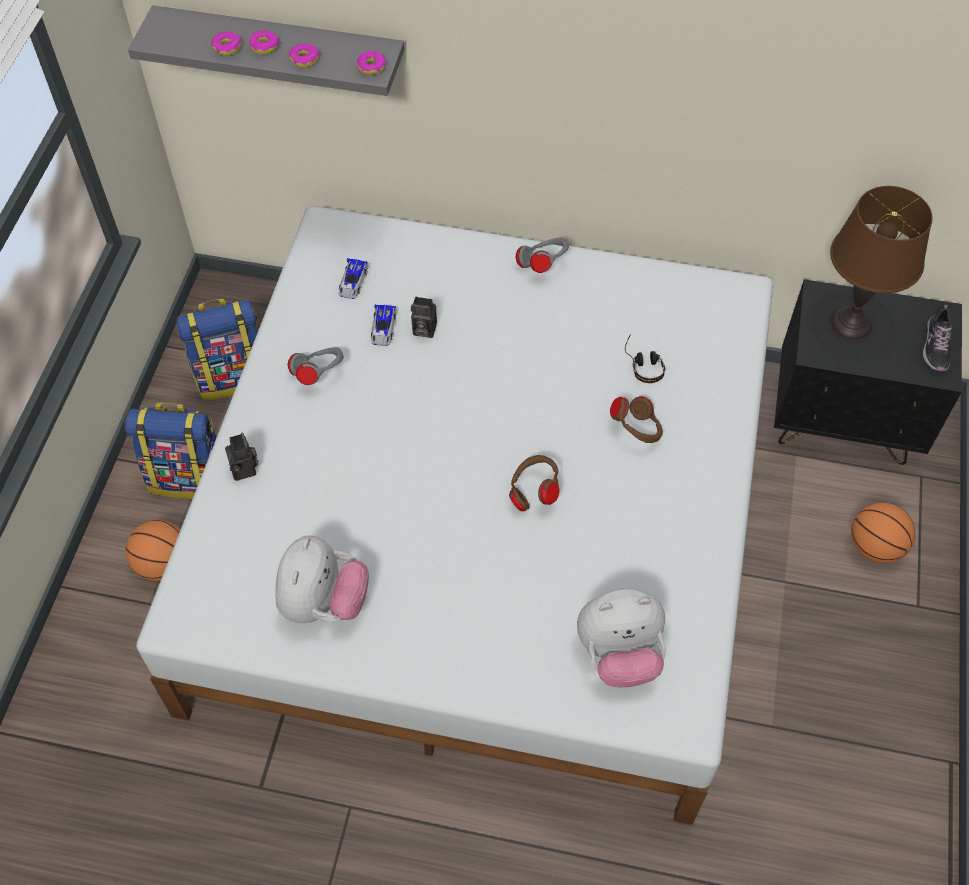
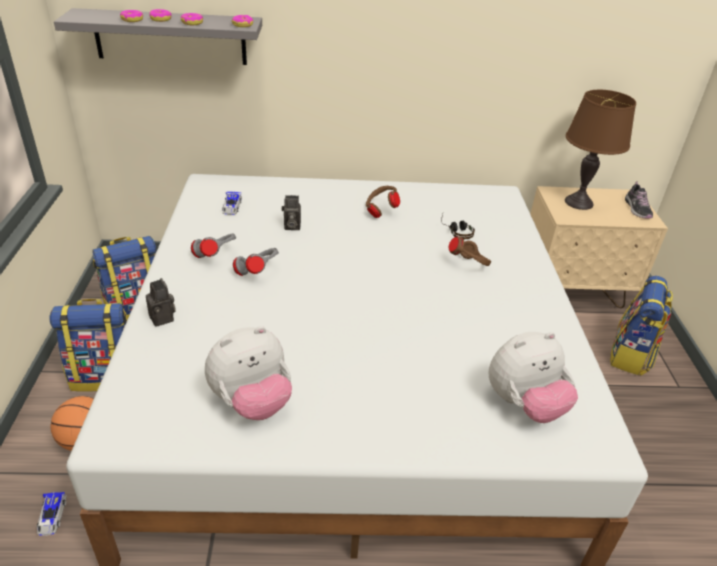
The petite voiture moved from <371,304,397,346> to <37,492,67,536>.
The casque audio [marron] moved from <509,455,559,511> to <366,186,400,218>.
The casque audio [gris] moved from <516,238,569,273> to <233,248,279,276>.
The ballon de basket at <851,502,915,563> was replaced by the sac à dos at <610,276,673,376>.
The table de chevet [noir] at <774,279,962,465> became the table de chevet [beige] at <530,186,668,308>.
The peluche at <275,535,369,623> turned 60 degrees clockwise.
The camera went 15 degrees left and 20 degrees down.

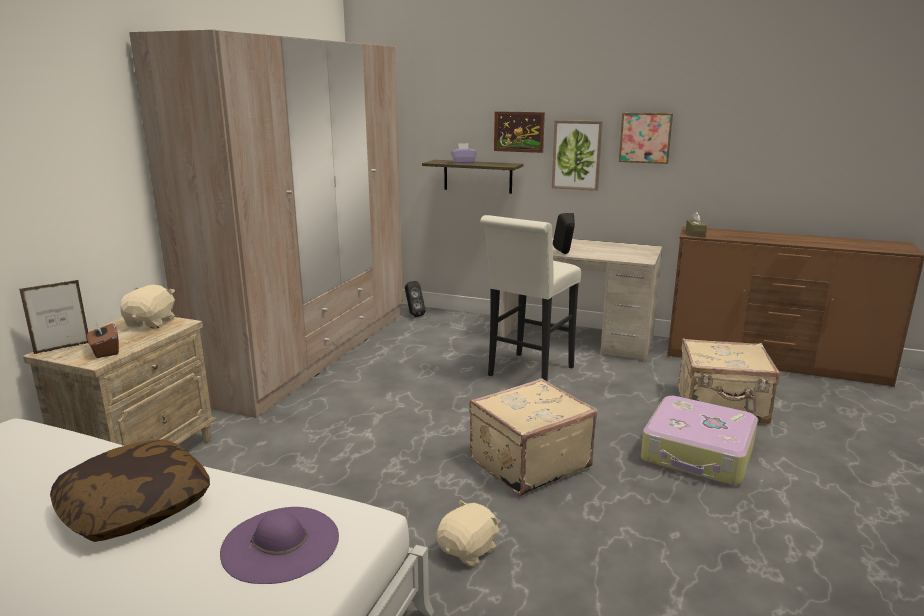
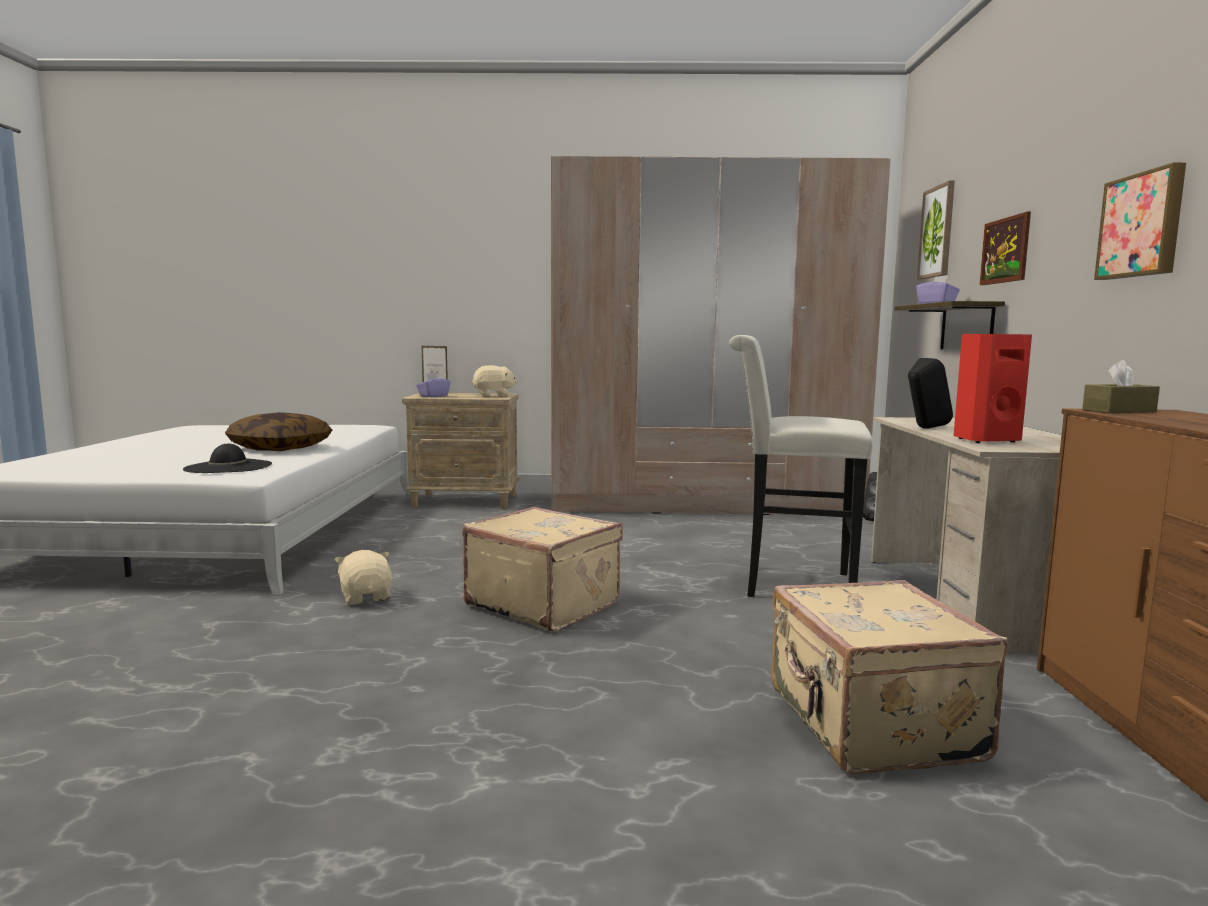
The valise at <641,396,758,486> disappeared.
The enceinte [rouge] at <954,334,1032,443> appeared.
The tableau moved from <552,120,603,191> to <917,180,955,279>.
The boîte à mouchoirs [marron] at <87,320,119,358> became the boîte à mouchoirs [violet] at <416,373,450,397>.
The chapeau [violet] at <220,507,339,584> became the chapeau [noir] at <183,444,272,473>.
The peluche [beige] at <436,500,501,566> turned 135 degrees counterclockwise.
The camera went 70 degrees right and 10 degrees down.

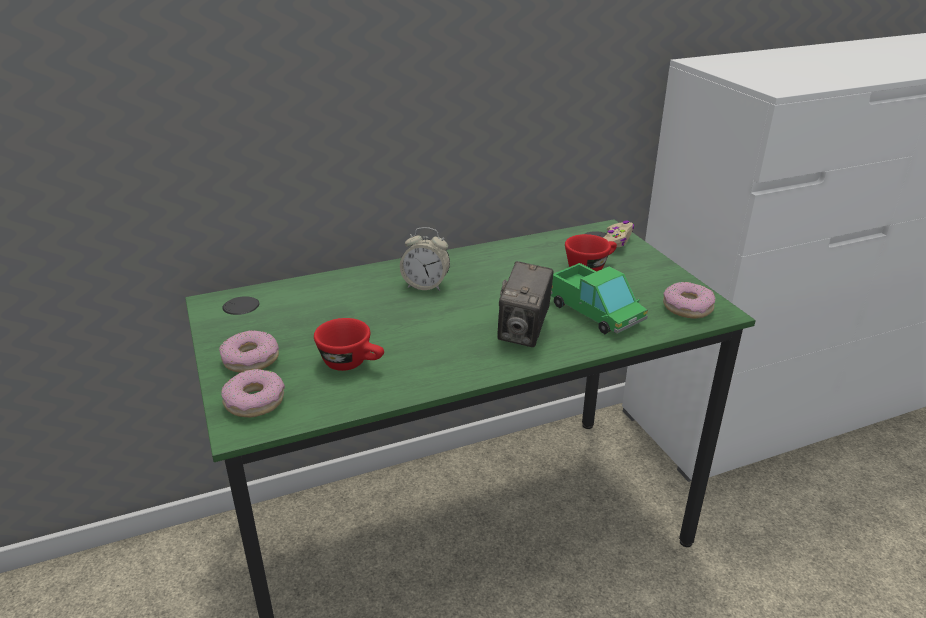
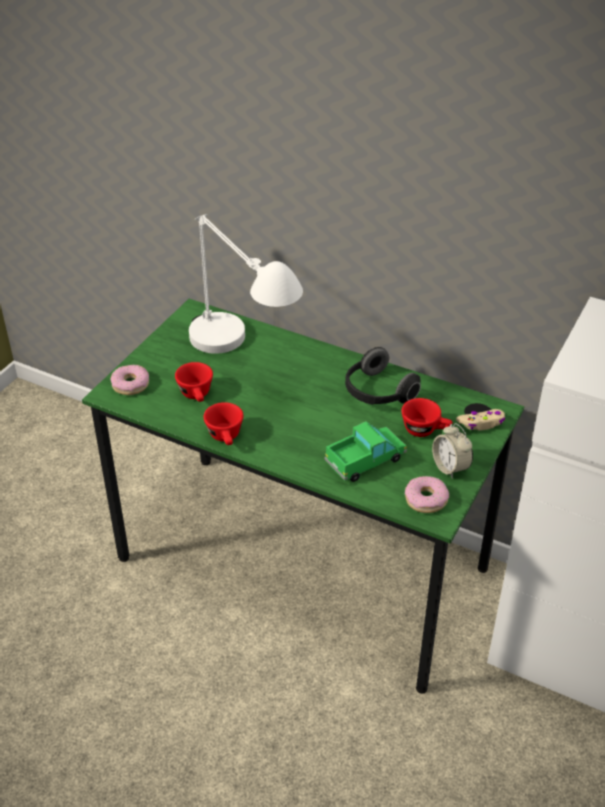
The beignet at <219,330,279,373> disappeared.
The appareil photo at <497,261,553,347> disappeared.
The lampe de table [blanc] at <189,214,303,354> appeared.
The tasse [rouge] at <204,402,243,445> appeared.
The casque audio at <345,347,421,405> appeared.
The réveil moved from <400,227,450,291> to <432,423,473,479>.
The camion jouet at <551,263,648,334> turned 135 degrees counterclockwise.
The camera went 50 degrees right and 10 degrees up.

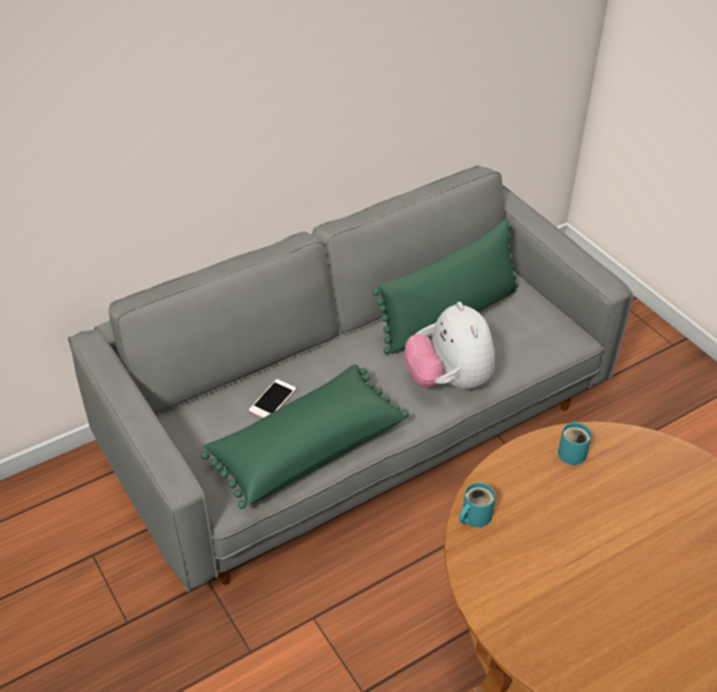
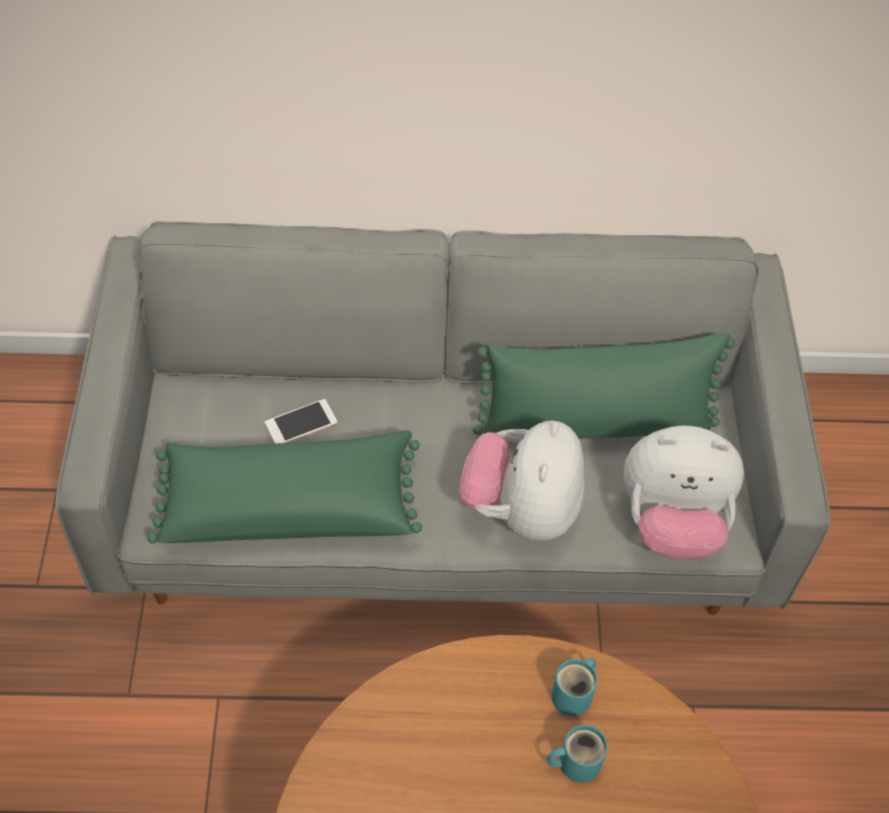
The peluche at <624,426,744,560> appeared.
The mug [turquoise] moved from <459,482,495,527> to <547,725,608,783>.
The camera went 30 degrees right and 10 degrees up.

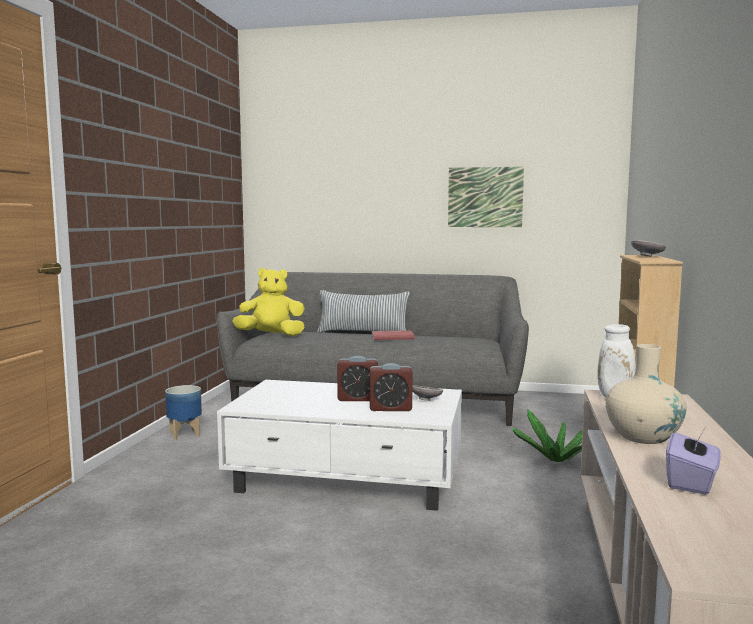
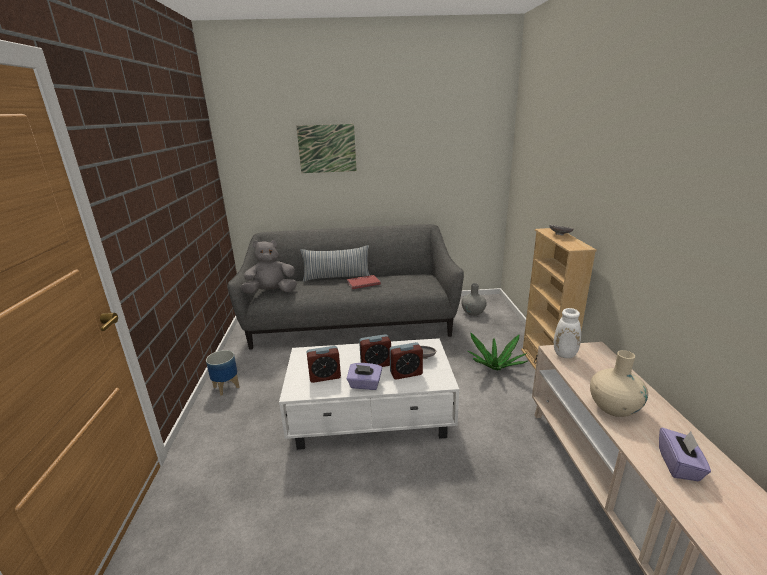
The réveil at <307,346,341,383> appeared.
The boîte à mouchoirs [violet] at <347,363,382,390> appeared.
The vase [gris] at <461,283,487,316> appeared.
The tableau moved from <448,167,524,227> to <296,124,357,173>.
The peluche [jaune] at <232,268,305,336> became the peluche [gris] at <240,240,297,293>.
The camera went 15 degrees left and 15 degrees up.

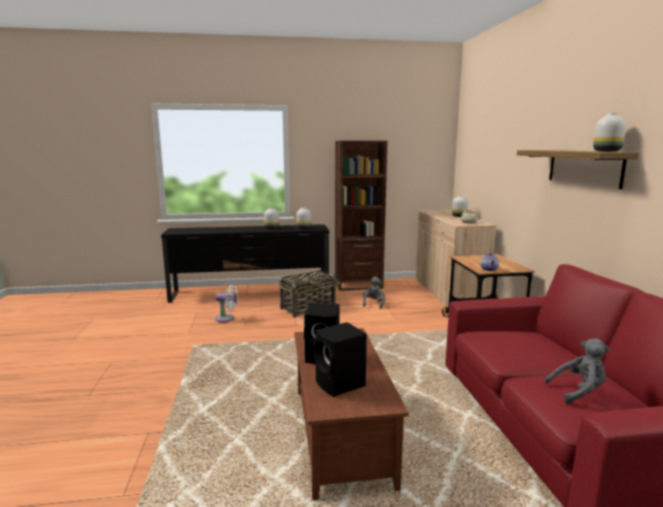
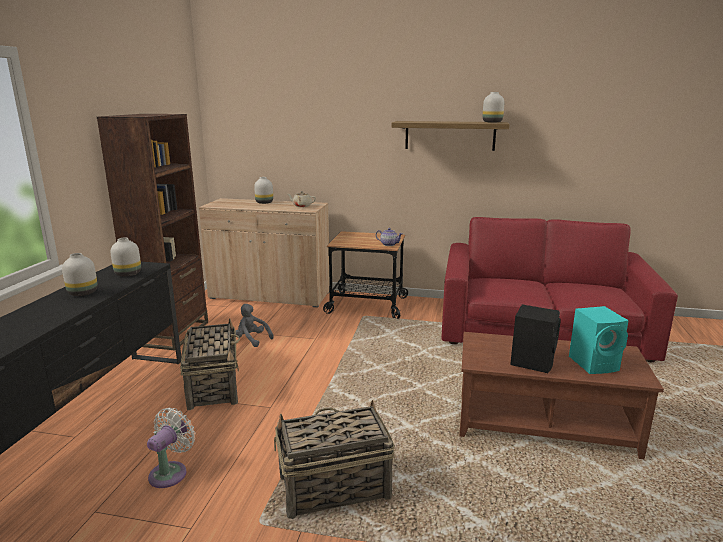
The peluche [gris] at <544,338,610,404> disappeared.
The panier at <274,400,395,519> appeared.
The enceinte [noir] at <313,322,367,397> became the enceinte [turquoise] at <569,306,629,374>.
The camera went 70 degrees left and 5 degrees up.

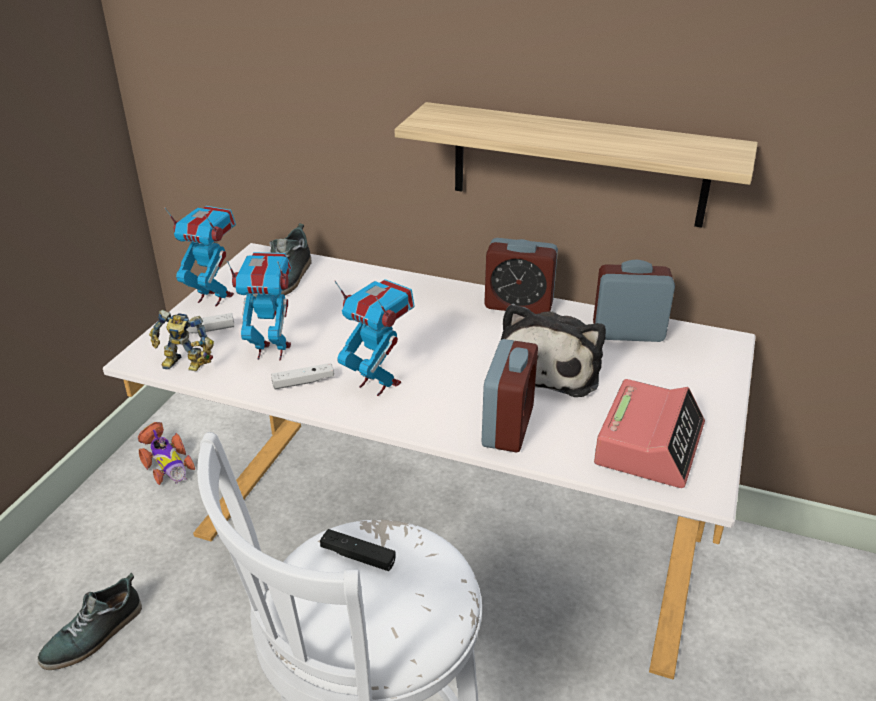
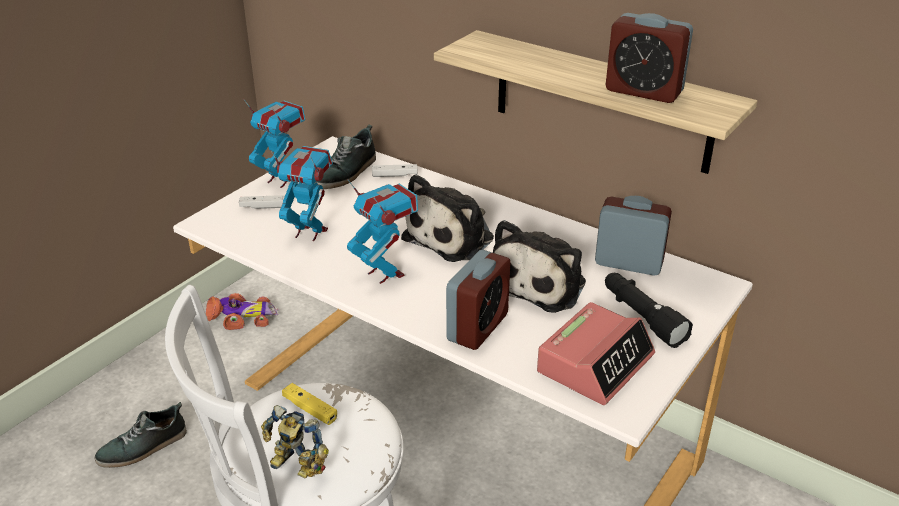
The peluche at <401,174,494,262> appeared.
The lampe de poche [noir] at <605,273,693,348> appeared.
The robot jouet moved from <149,310,214,371> to <261,405,329,478>.
The manette [blanc] moved from <271,363,334,389> to <372,164,418,177>.
The réveil moved from <484,238,558,314> to <606,13,693,103>.
The manette [noir] at <320,529,396,571> became the manette [jaune] at <282,383,337,425>.
The petite voiture at <138,422,195,485> turned 75 degrees counterclockwise.
The camera went 15 degrees right and 0 degrees up.

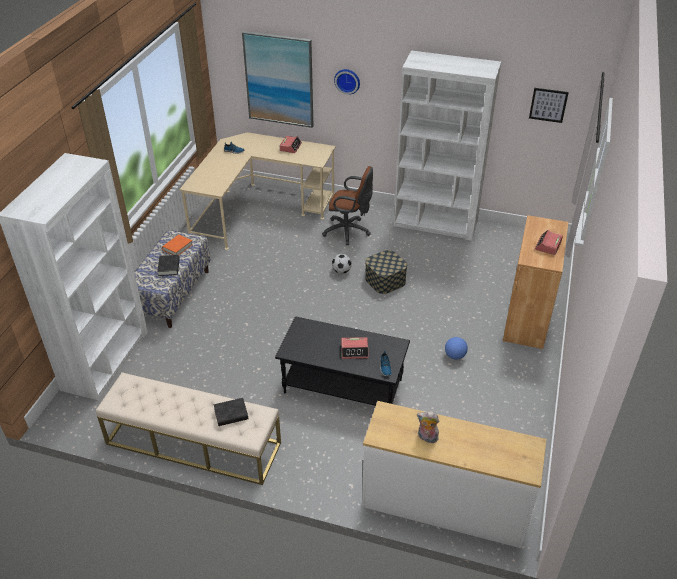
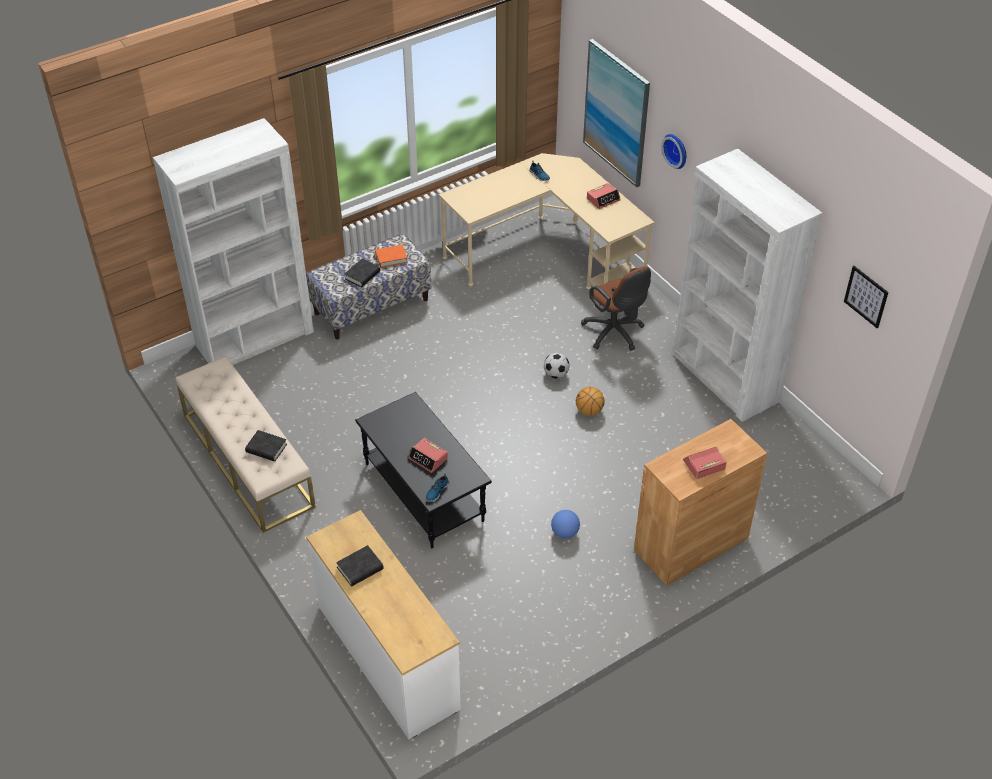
The boîte de rangement at <365,250,407,294> was replaced by the ballon de basket at <576,387,605,416>.
The peluche at <417,411,439,443> was replaced by the livre [noir] at <336,545,384,586>.
The camera went 40 degrees right and 5 degrees up.

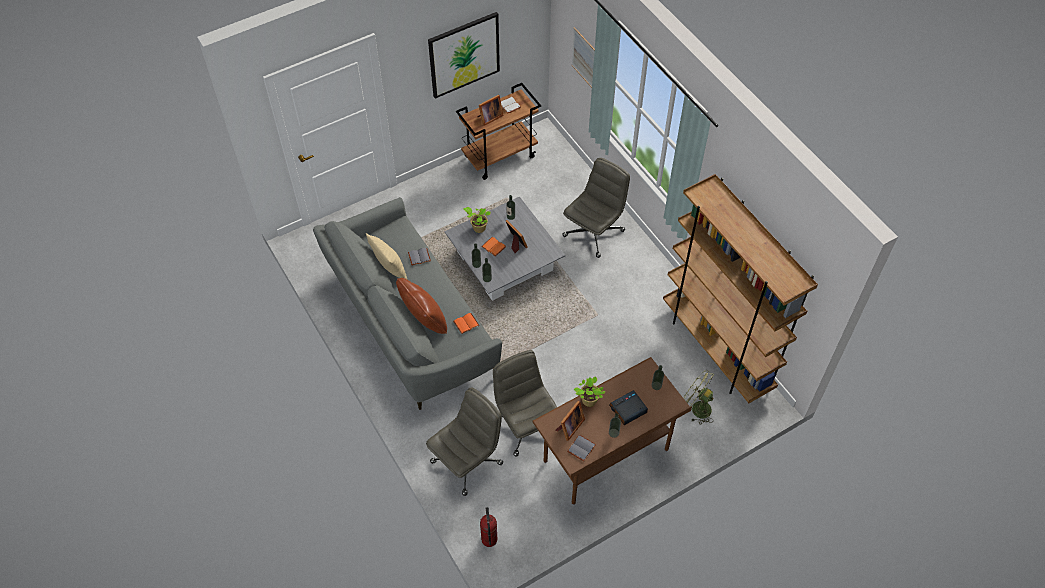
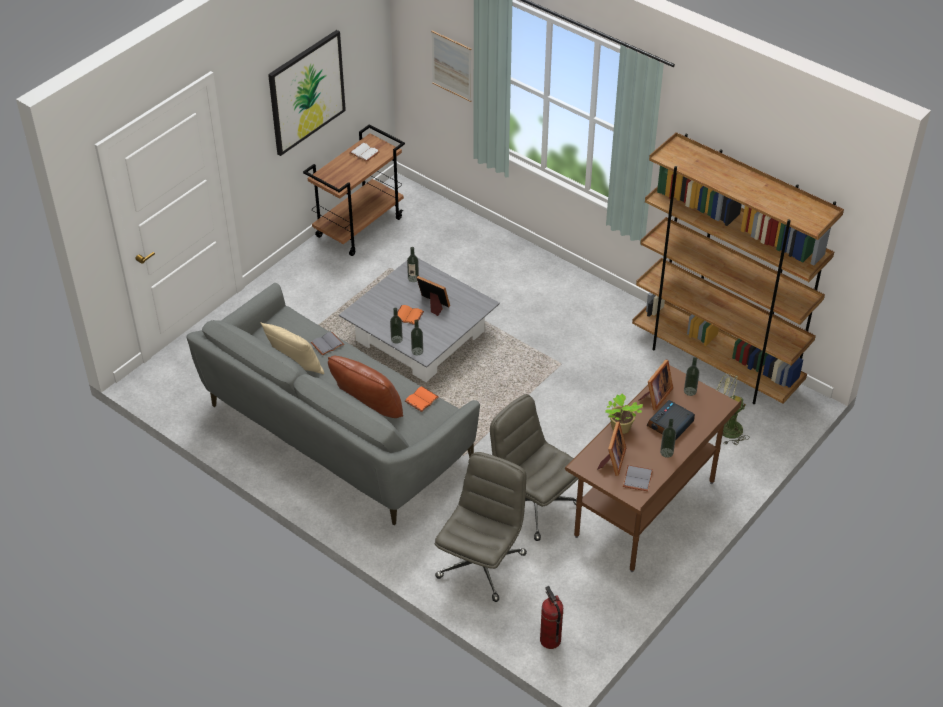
The plante en pot at <463,207,491,233> disappeared.
The chaise de bureau [gris] at <562,158,630,258> disappeared.
The cadre photo moved from <478,95,504,126> to <638,360,673,411>.
The camera went 20 degrees left and 10 degrees down.

